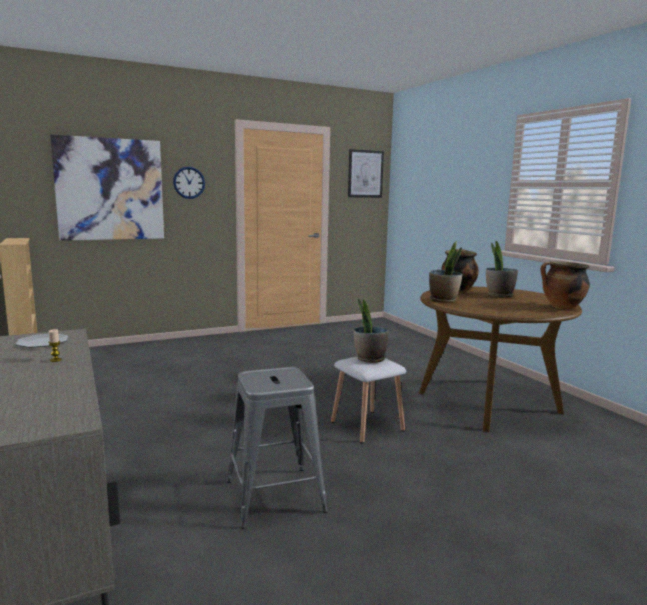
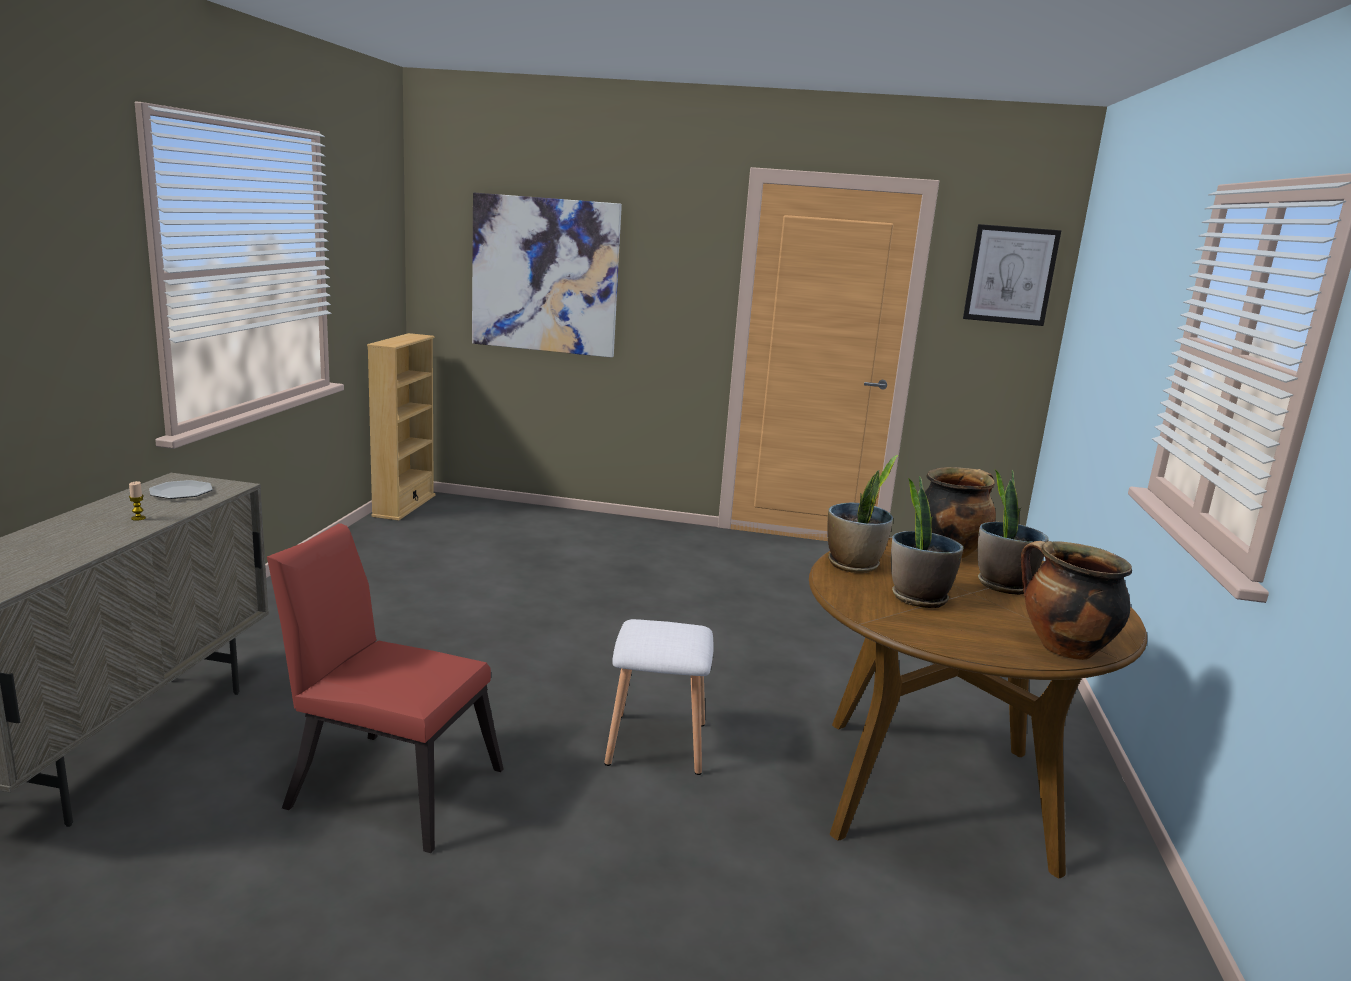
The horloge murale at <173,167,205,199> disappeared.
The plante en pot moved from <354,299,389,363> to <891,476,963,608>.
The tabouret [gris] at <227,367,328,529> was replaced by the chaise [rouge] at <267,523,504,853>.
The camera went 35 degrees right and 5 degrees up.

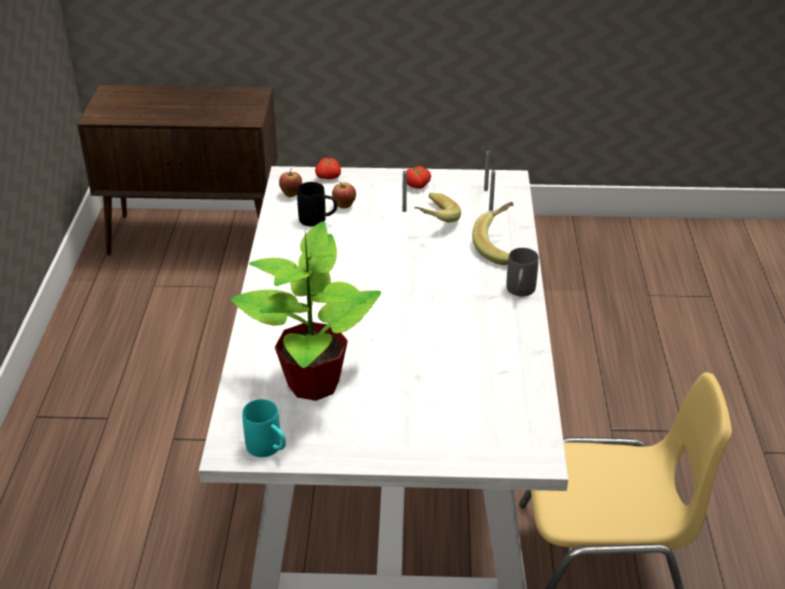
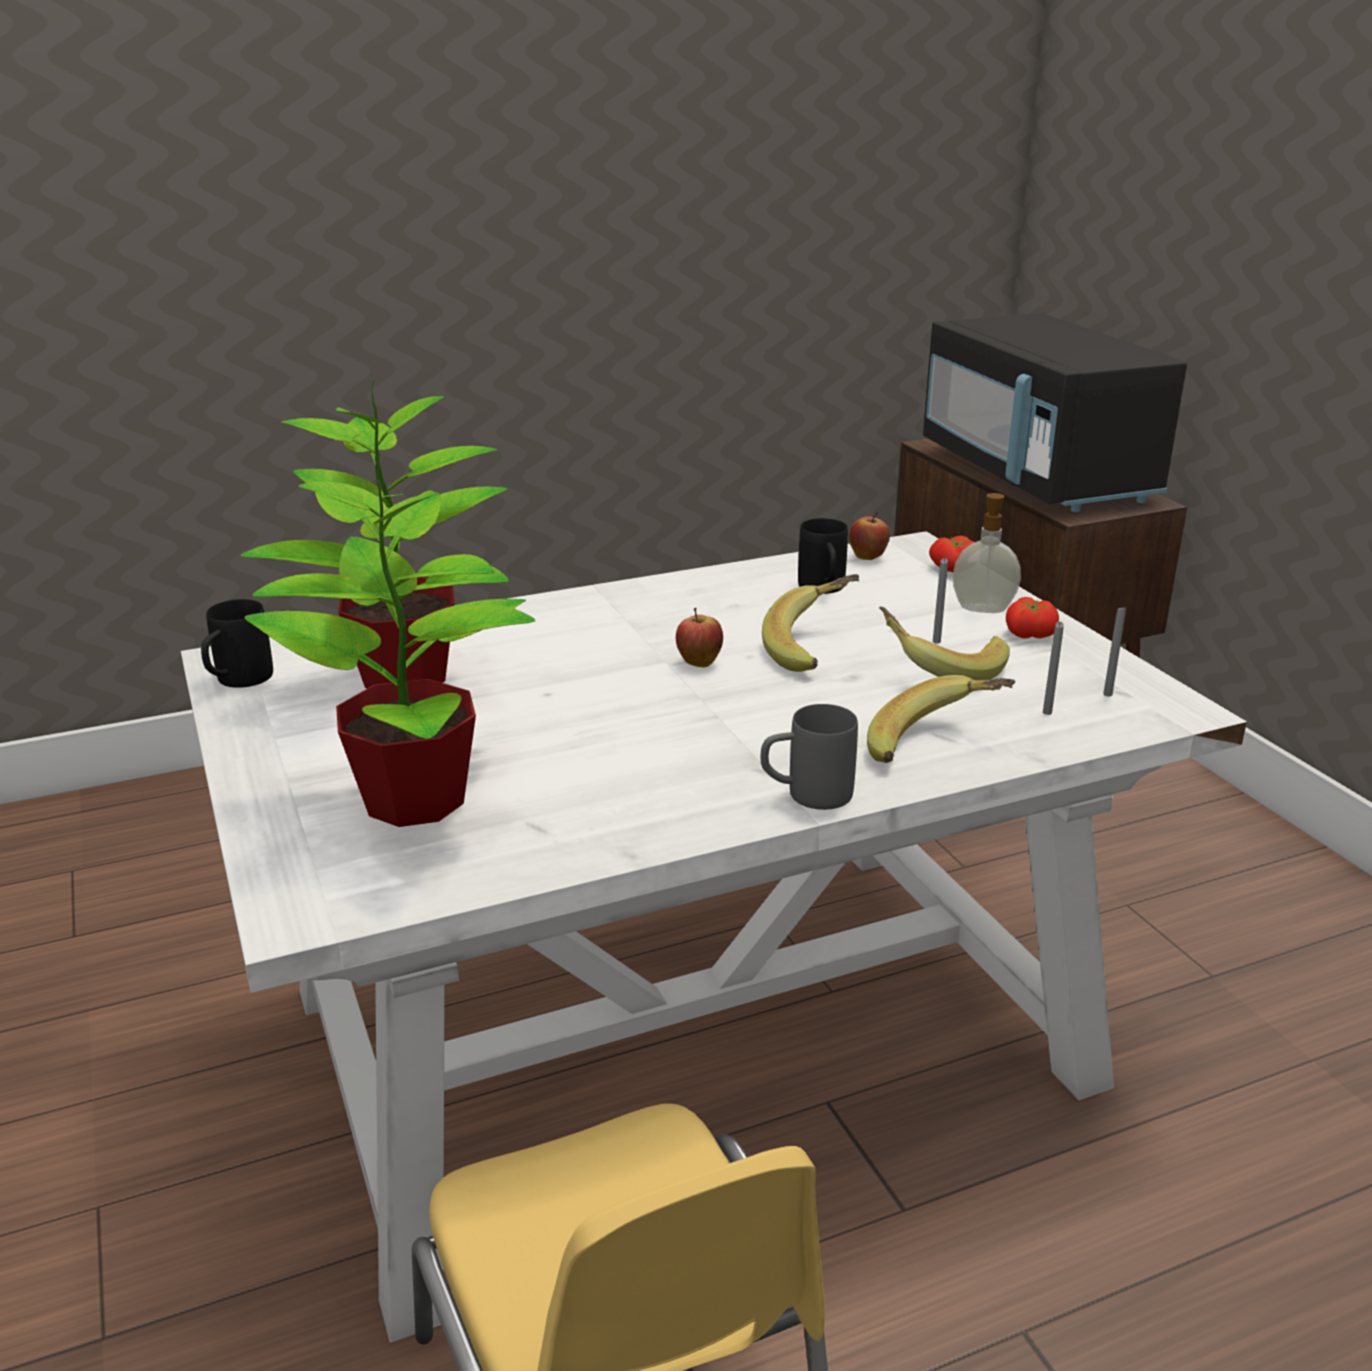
The plante en pot at <244,453,535,827> appeared.
The banane at <762,574,859,672> appeared.
The micro-ondes [noir] at <923,313,1187,512> appeared.
The distributeur de savon at <953,493,1021,613> appeared.
The pomme moved from <332,182,356,209> to <676,607,723,667>.
The mug [turquoise] at <242,399,286,457> became the mug [noir] at <201,599,273,688>.
The camera went 65 degrees right and 10 degrees down.

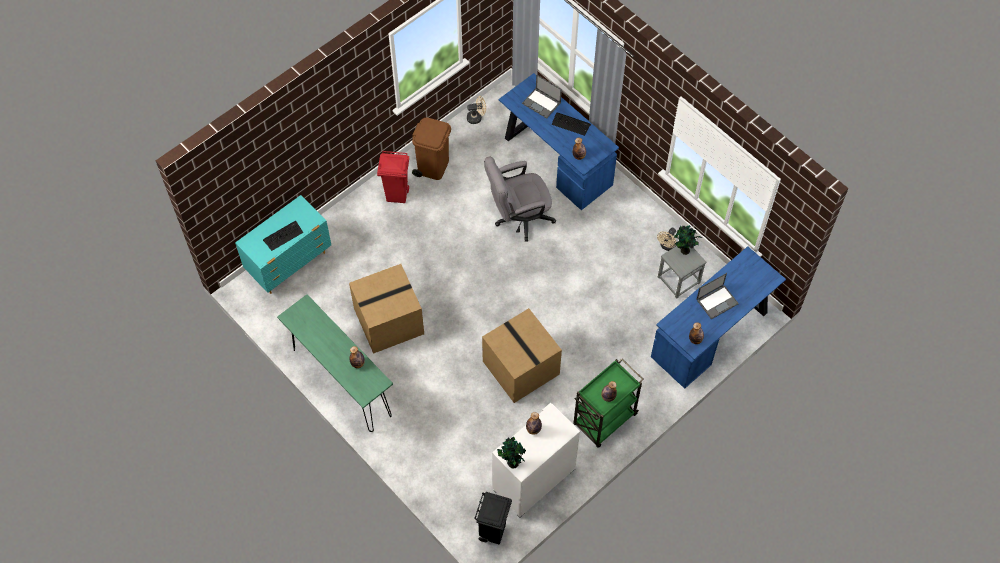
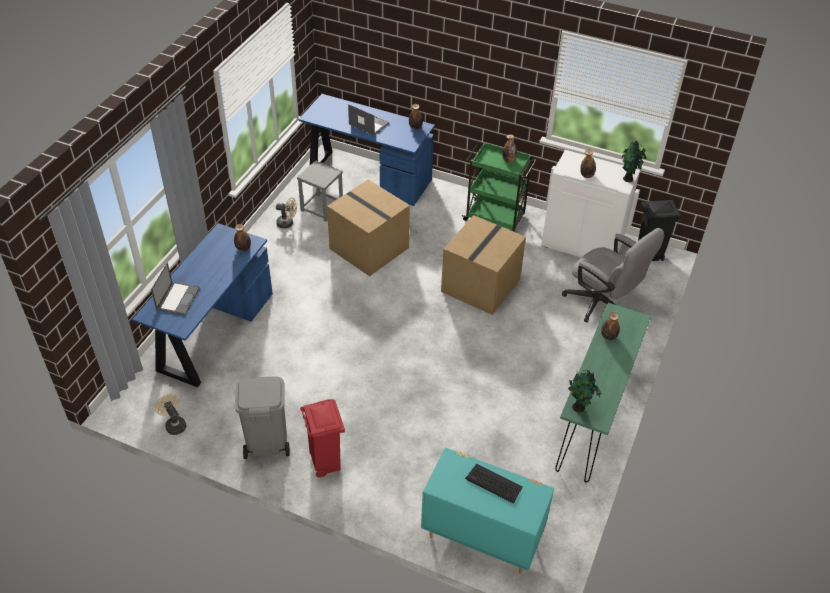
The clavier at <552,112,591,136> disappeared.
The carton moved from <349,264,424,354> to <327,180,410,276>.
The chaise de bureau [gris] moved from <484,156,556,242> to <562,228,664,323>.
The plante en pot moved from <674,225,702,255> to <568,370,602,412>.
The poubelle [marron] at <412,118,451,180> became the poubelle [gris] at <235,376,290,459>.
The camera went 115 degrees left and 15 degrees down.

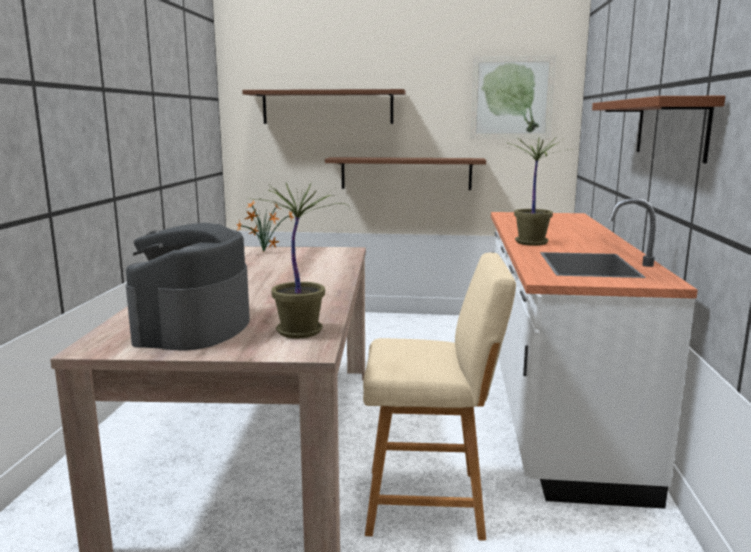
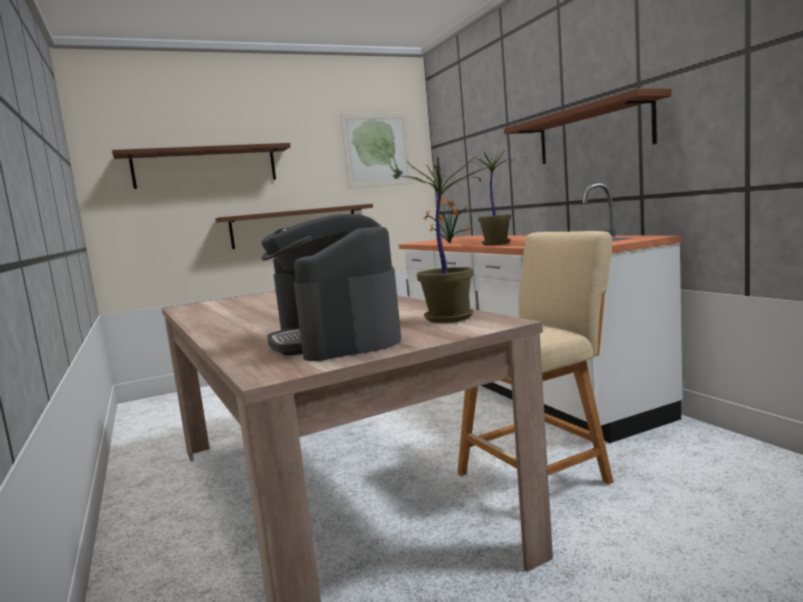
The plante en pot moved from <236,200,294,251> to <423,197,469,243>.
The camera went 30 degrees left and 5 degrees down.

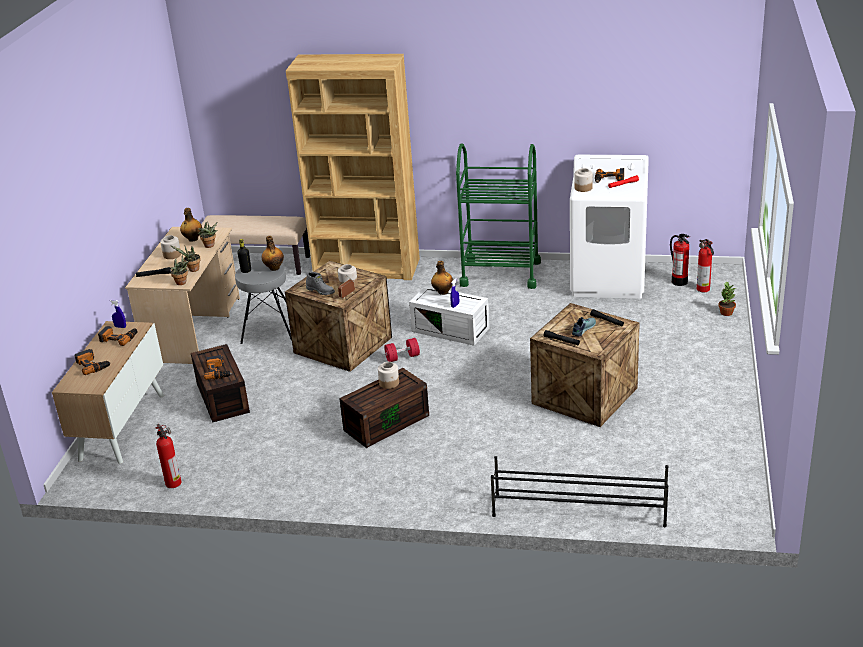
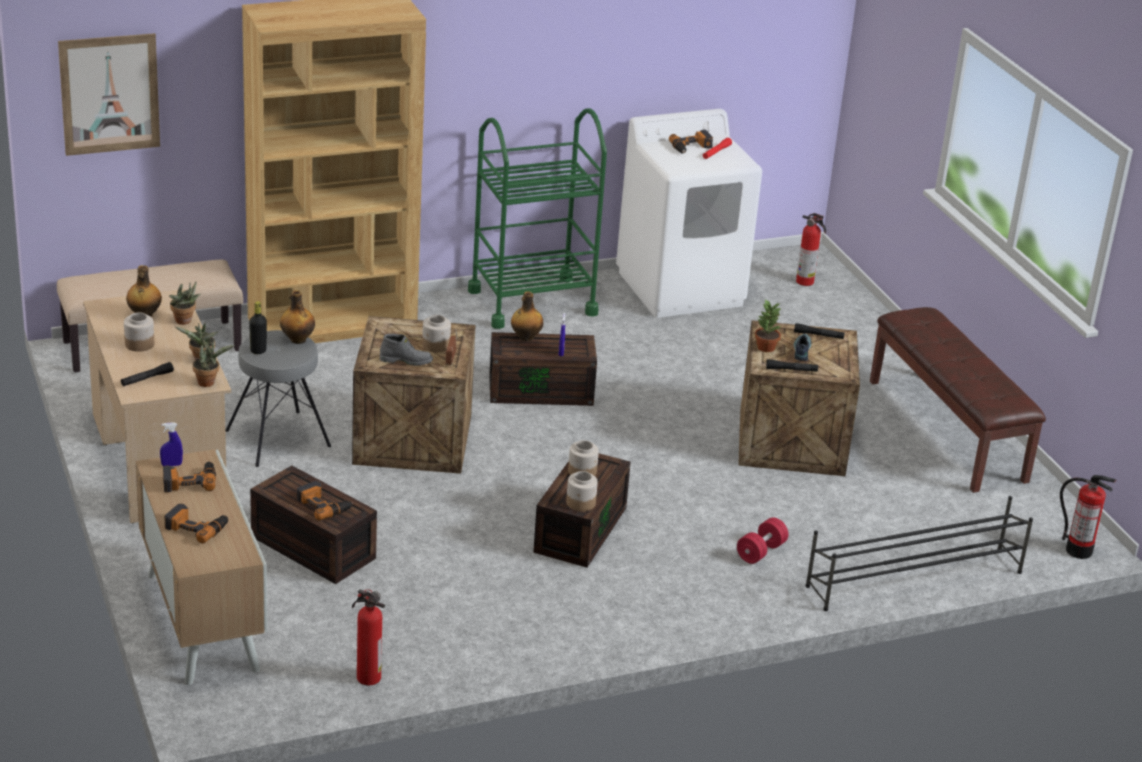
The tableau at <58,33,160,156> appeared.
The banc [marron] at <870,307,1046,493> appeared.
The haltère [rouge] moved from <384,338,420,362> to <737,517,788,564>.
The bocal moved from <575,168,593,192> to <566,471,598,511>.
The extincteur moved from <670,234,690,286> to <1060,475,1116,559>.
The plante en pot moved from <718,281,736,316> to <755,299,781,352>.
The boîte de rangement [blanc] at <409,286,490,346> became the boîte de rangement [marron] at <489,332,597,406>.
The camera went 35 degrees left and 0 degrees up.

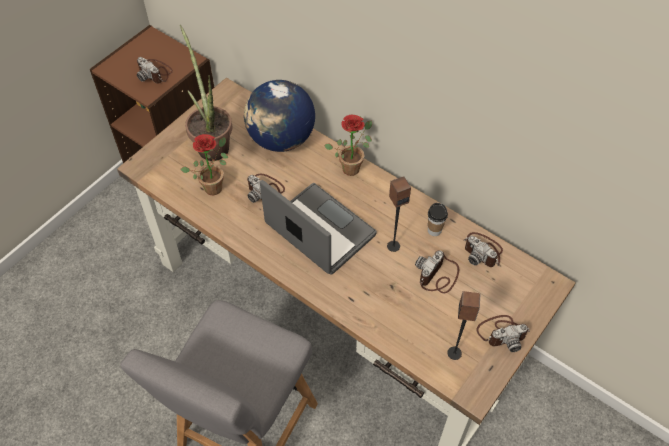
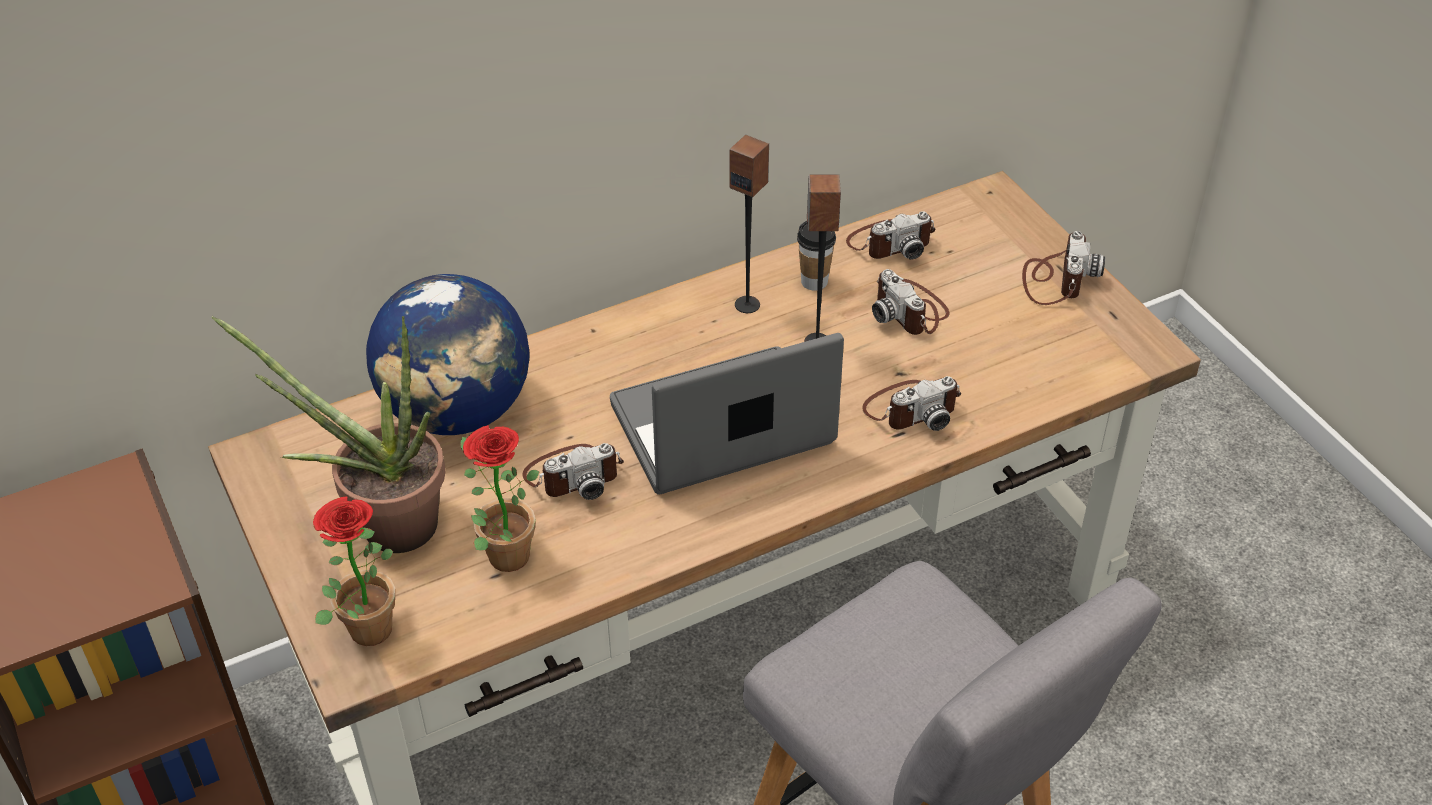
The appareil photo moved from <137,57,173,84> to <862,376,961,431>.
The plante en pot moved from <324,115,372,176> to <313,496,395,646>.
The enceinte moved from <447,291,480,360> to <730,135,769,313>.
The camera went 65 degrees left and 10 degrees down.

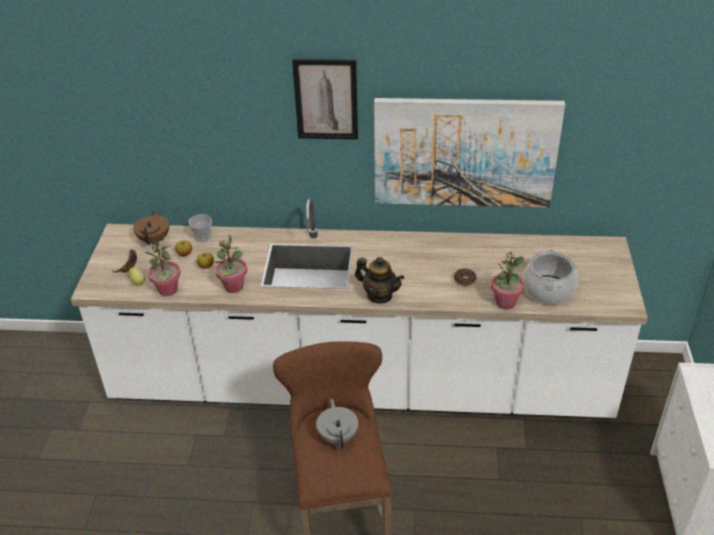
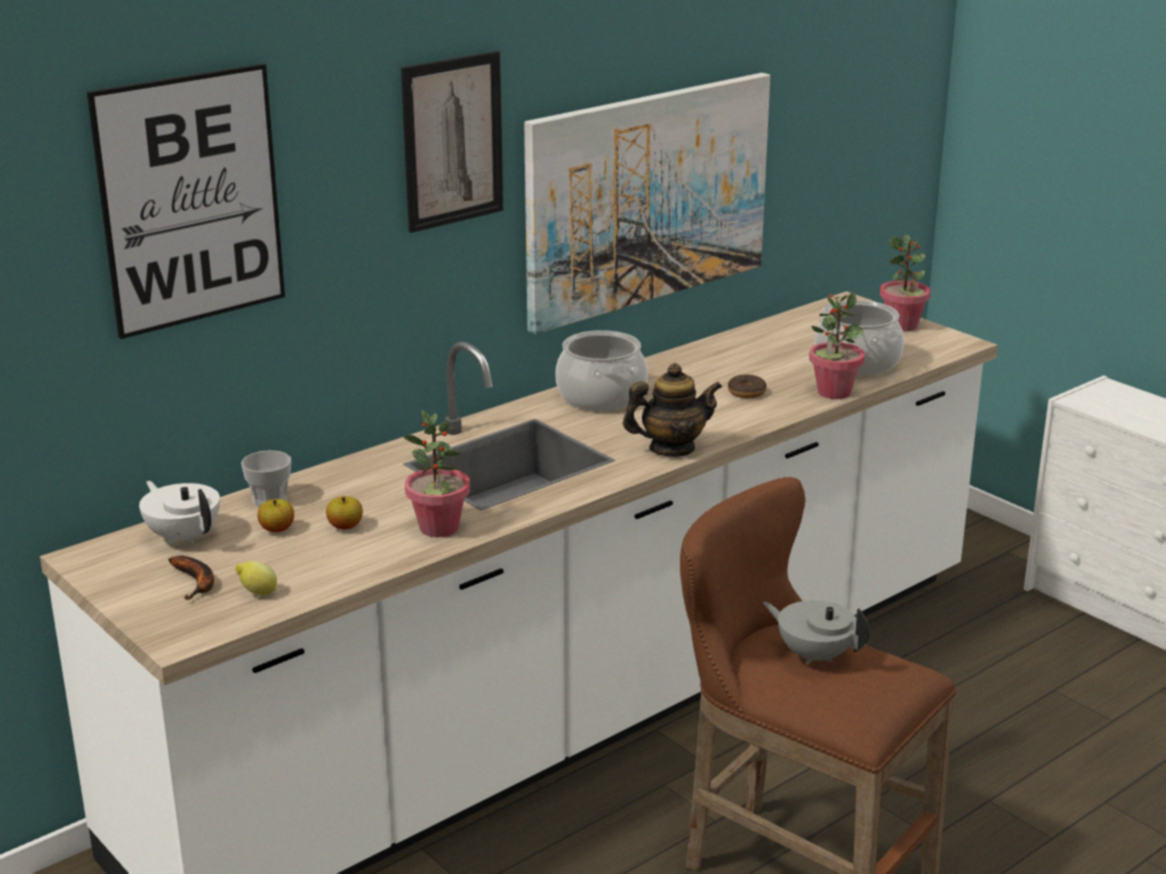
The tableau at <87,64,285,339> appeared.
The marmite at <555,330,648,411> appeared.
The plante en pot moved from <145,240,181,296> to <880,235,931,332>.
The théière [marron] at <133,209,169,245> became the théière [blanc] at <139,481,220,544>.
The camera went 45 degrees left and 15 degrees down.

